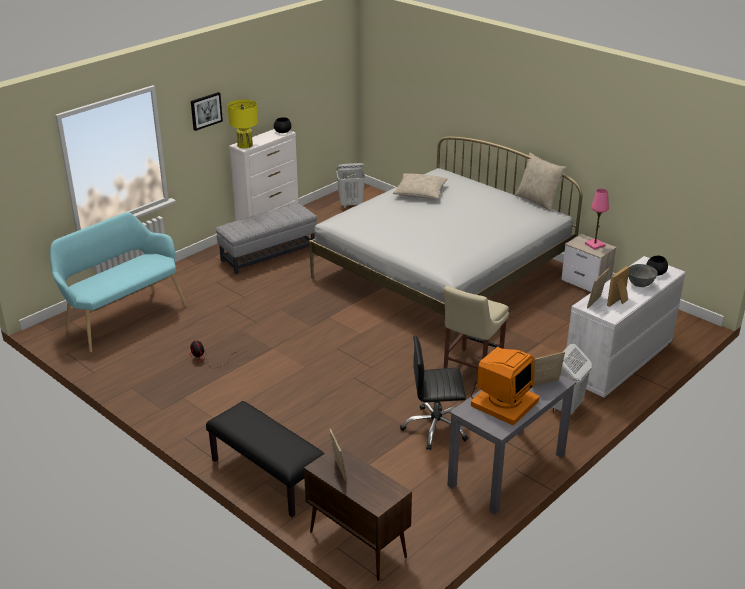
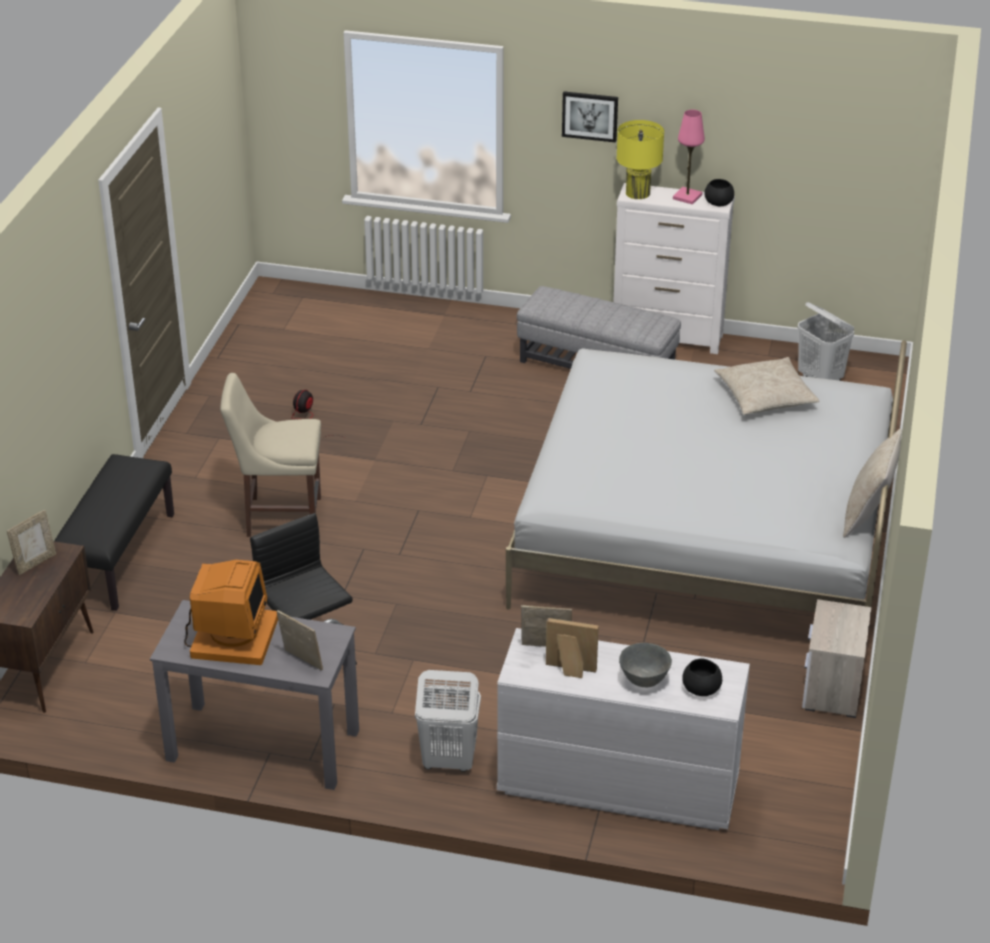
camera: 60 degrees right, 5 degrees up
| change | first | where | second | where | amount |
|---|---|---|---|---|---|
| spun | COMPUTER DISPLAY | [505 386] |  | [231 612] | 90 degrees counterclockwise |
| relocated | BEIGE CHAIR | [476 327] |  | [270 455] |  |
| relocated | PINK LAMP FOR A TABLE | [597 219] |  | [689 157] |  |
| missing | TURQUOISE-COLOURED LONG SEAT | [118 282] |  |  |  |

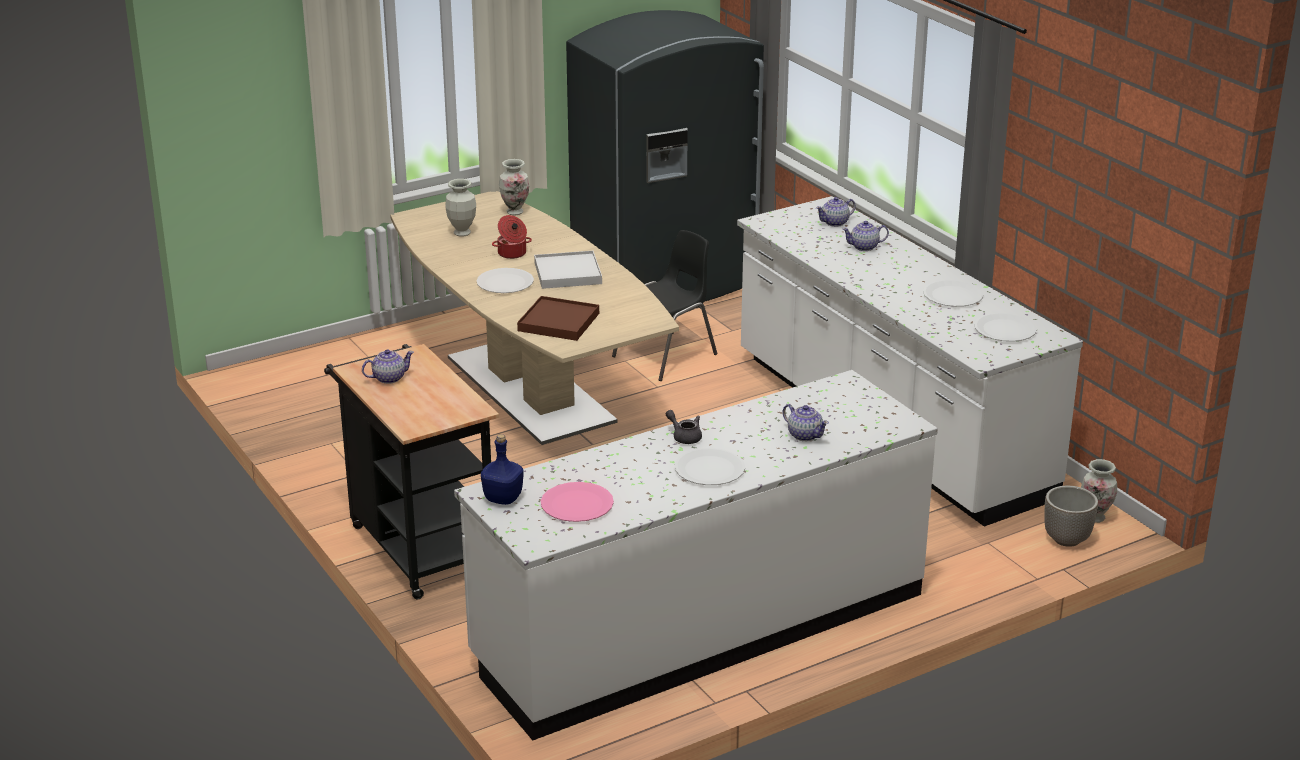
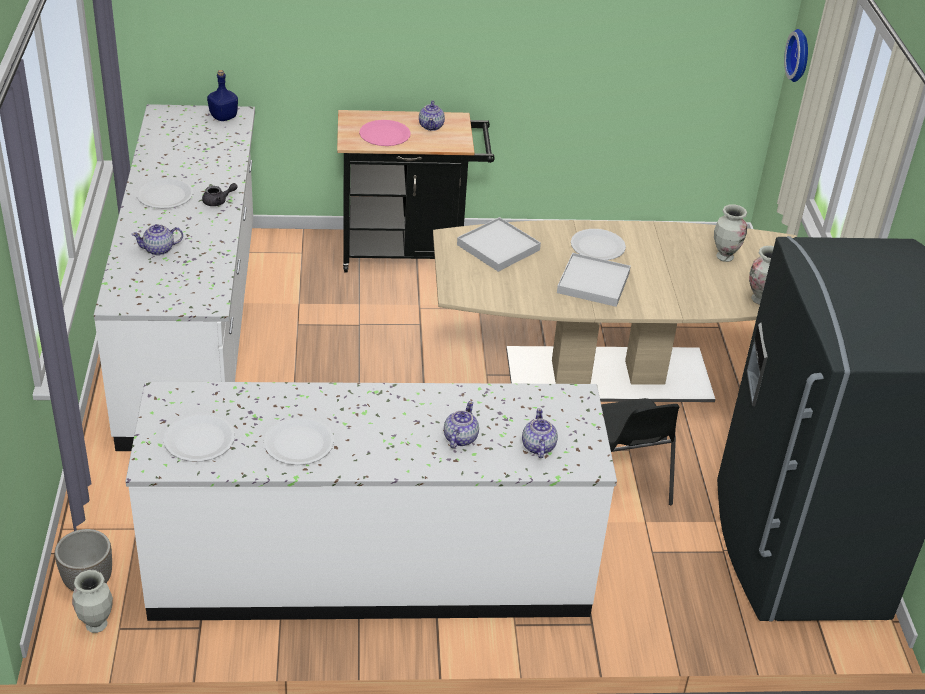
camera: 115 degrees right, 10 degrees up
| change | first | where | second | where | amount |
|---|---|---|---|---|---|
| relocated | PINK PLATE | [577 502] |  | [385 133] |  |
| colour | BROWN-COLOURED CARRYING TRAY | [558 318] | WHITE CARRYING TRAY | [499 244] |  |
| appeared |  |  | CLOCK ON THE WALL | [796 55] |  |
| missing | COOKING POT | [512 237] |  |  |  |

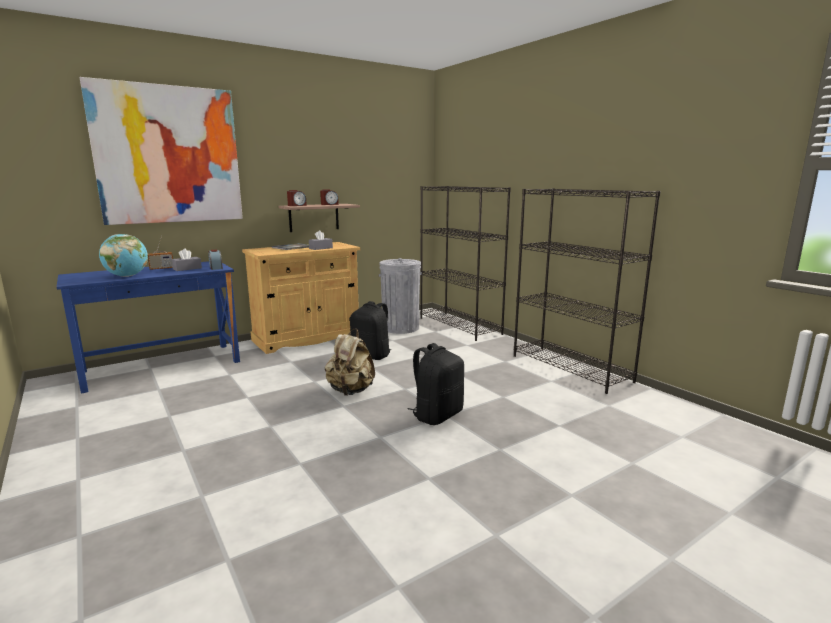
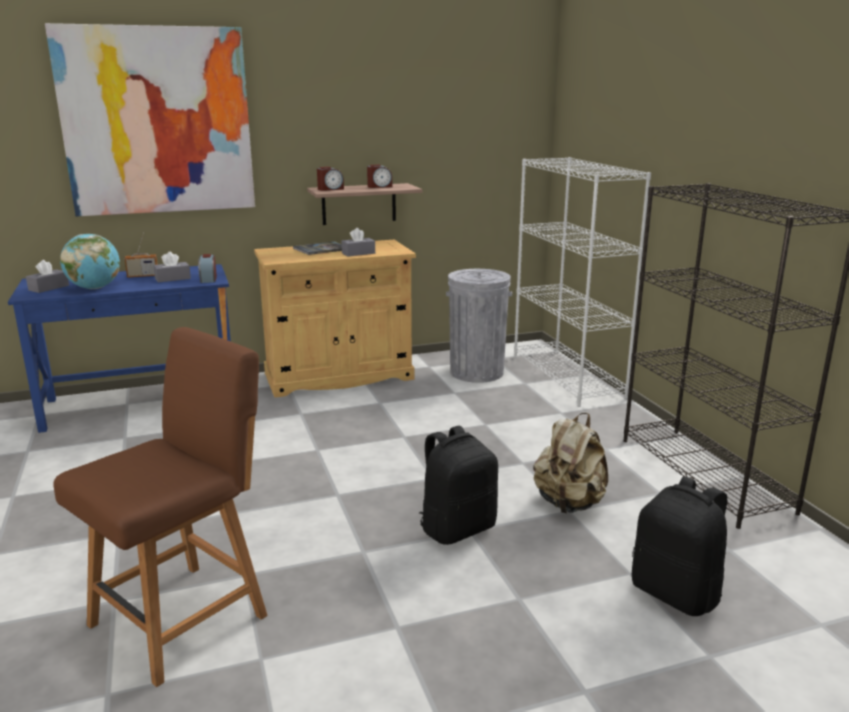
camera: 15 degrees right, 5 degrees up
| change | first | where | second | where | amount |
|---|---|---|---|---|---|
| appeared |  |  | GRAY TISSUE HOLDER | [47 276] |  |
| appeared |  |  | BROWN-COLOURED CHAIR | [160 507] |  |
| colour | BLACK BOOKSHELF | [465 263] | WHITE BOOKSHELF | [582 282] |  |
| relocated | BEIGE BACKPACK | [350 361] |  | [570 463] |  |
| relocated | BLACK BACKPACK | [371 330] |  | [679 546] |  |

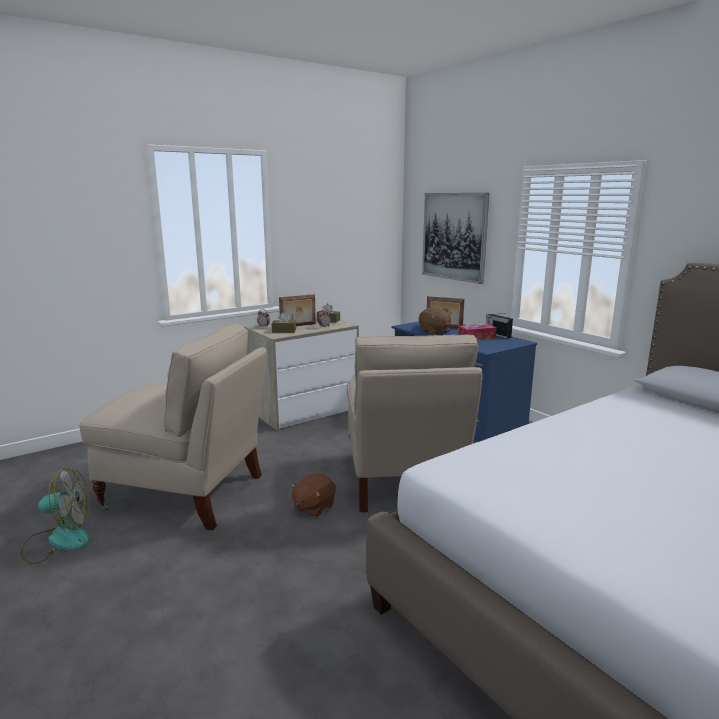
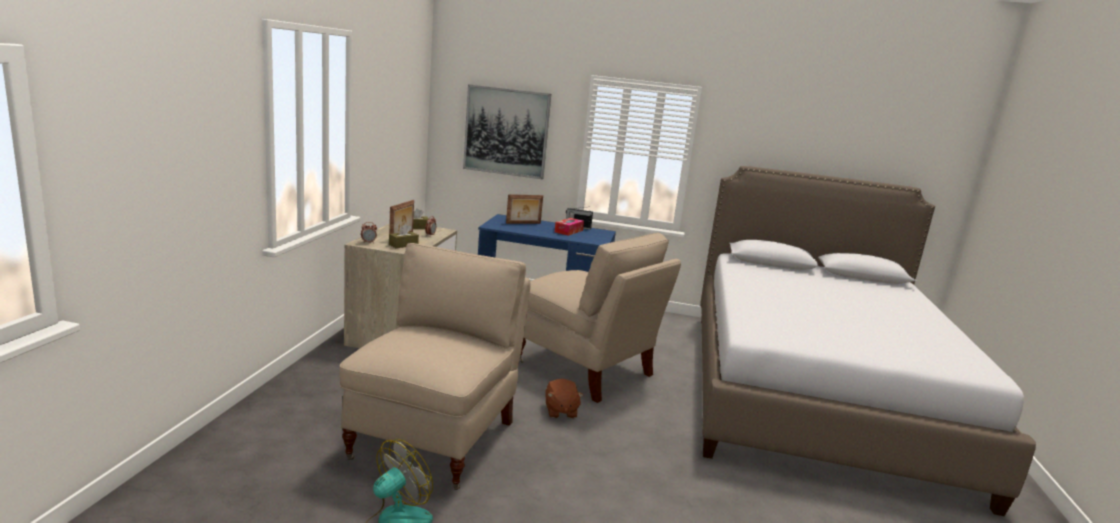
camera: 45 degrees left, 0 degrees up
| change | first | where | second | where | amount |
|---|---|---|---|---|---|
| spun | BEIGE CHAIR | [173 427] |  | [435 366] | 45 degrees counterclockwise |
| missing | BROWN-COLOURED PLUSH TOY | [435 321] |  |  |  |

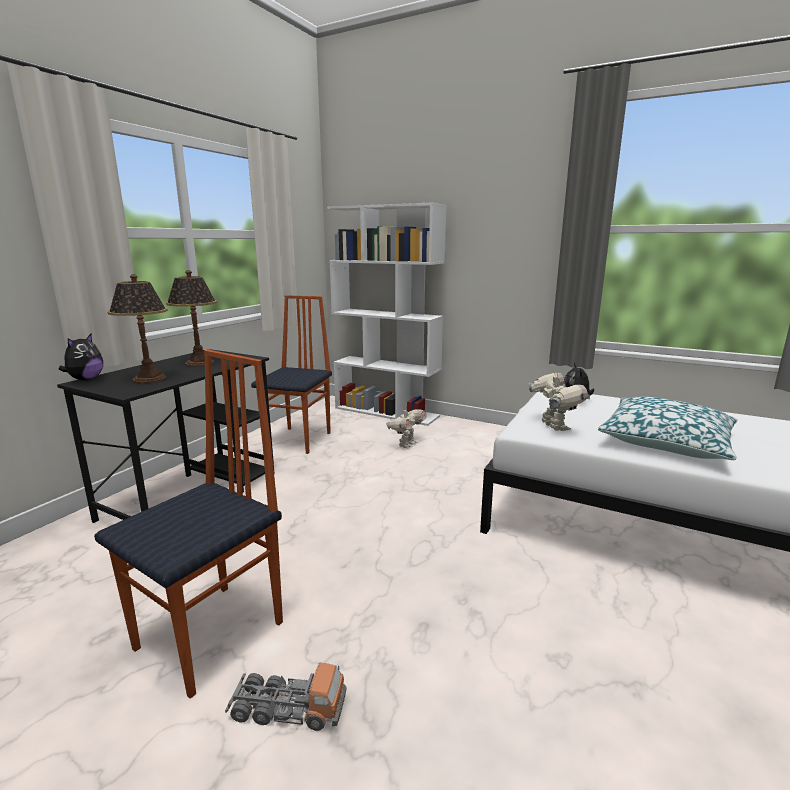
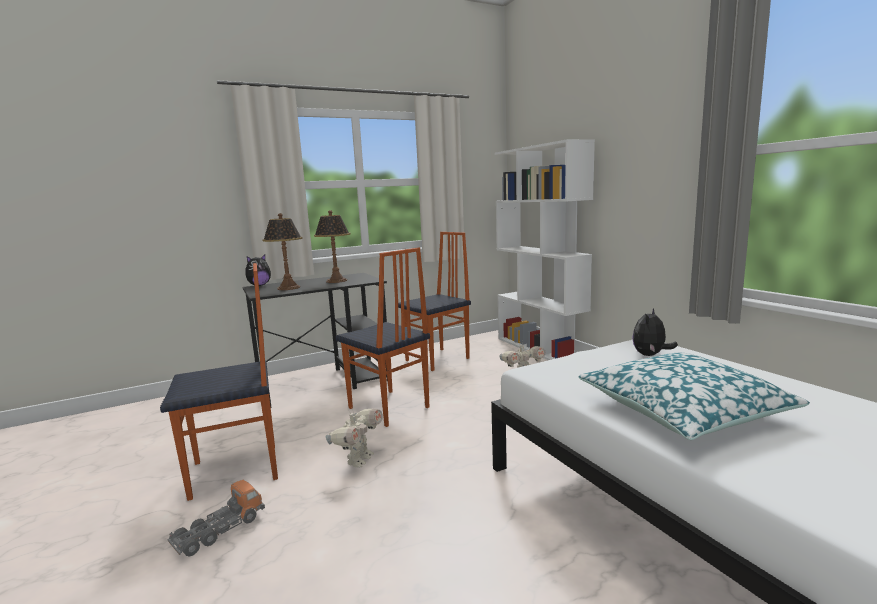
camera: 35 degrees right, 5 degrees down
| change | first | where | second | where | amount |
|---|---|---|---|---|---|
| spun | TOY LORRY | [285 697] |  | [216 518] | 90 degrees counterclockwise |
| relocated | TOY ROBOT | [558 400] |  | [354 438] |  |
| appeared |  |  | CHAIR | [383 337] |  |

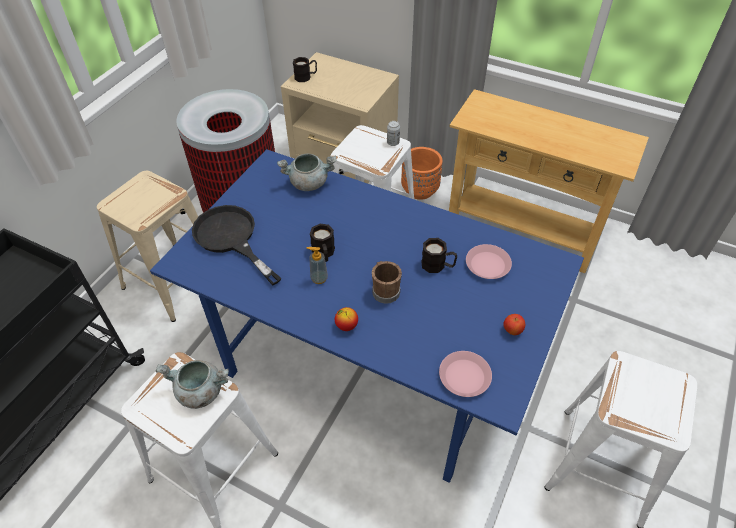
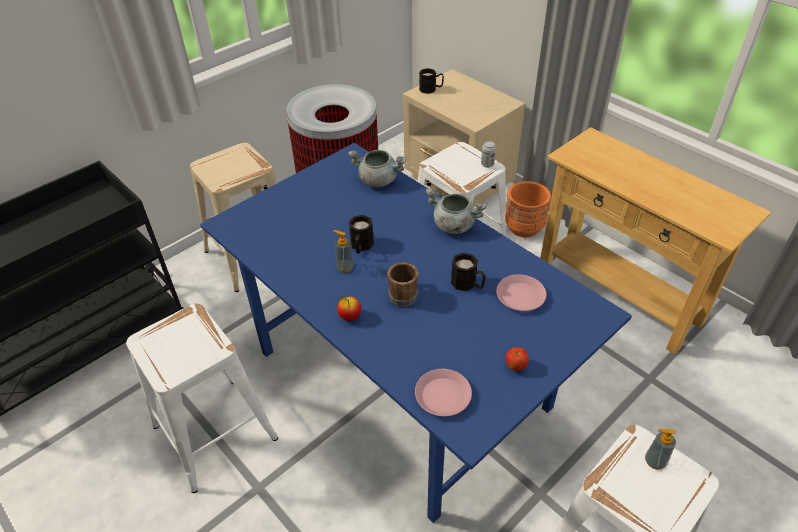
camera: 20 degrees right, 5 degrees down
| change | first | where | second | where | amount |
|---|---|---|---|---|---|
| relocated | GRAY COOKING POT | [192 384] |  | [456 211] |  |
| appeared |  |  | SOAP BOTTLE | [660 449] |  |
| missing | BLACK FRYING PAN | [237 245] |  |  |  |

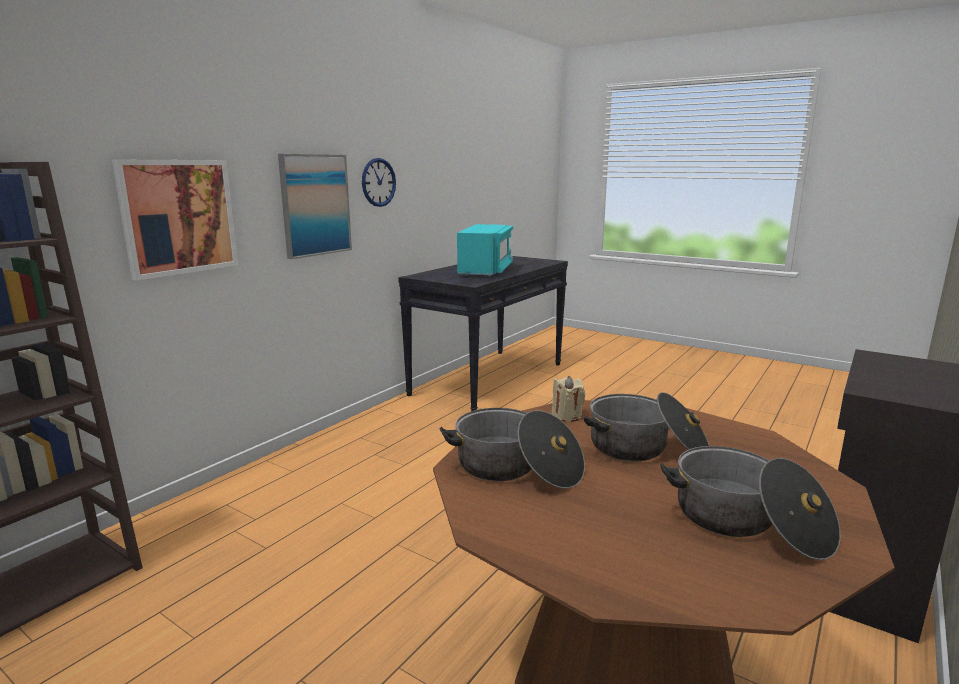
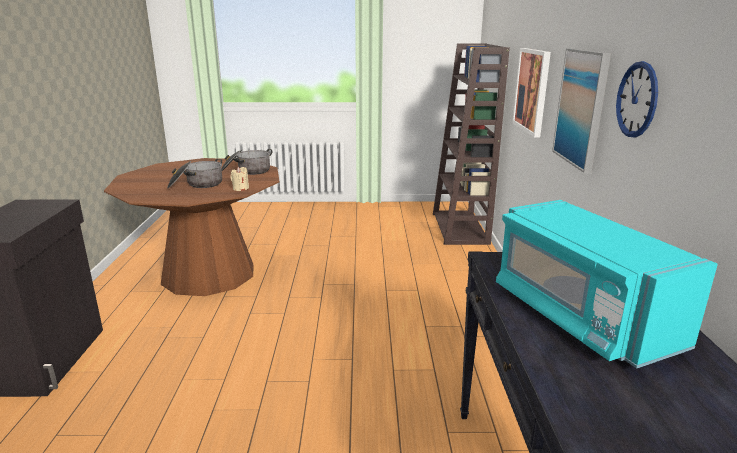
camera: 145 degrees right, 5 degrees up
| change | first | where | second | where | amount |
|---|---|---|---|---|---|
| missing | COOKING POT | [750 503] |  |  |  |

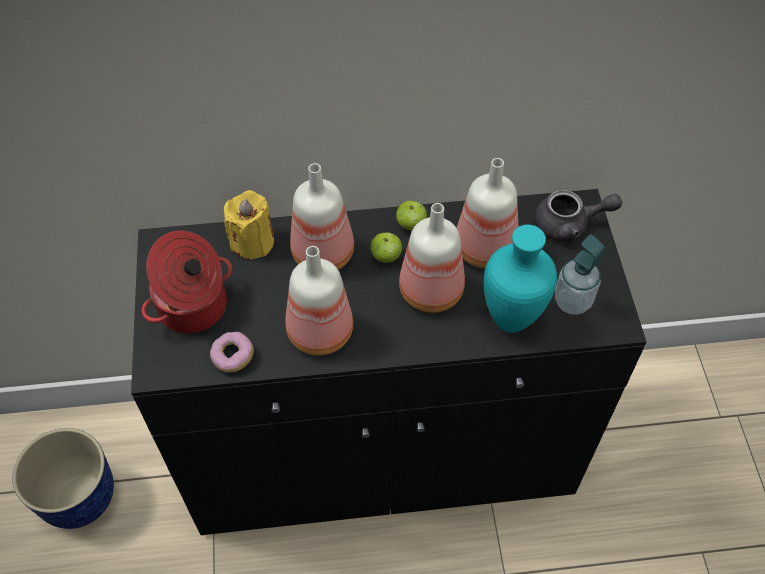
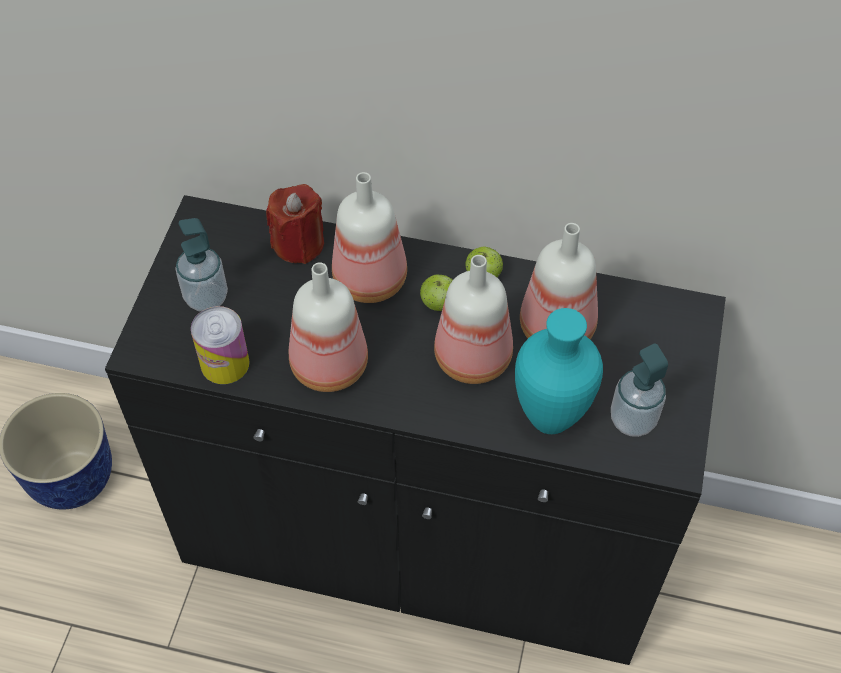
camera: 20 degrees right, 0 degrees up
| change | first | where | second | where | amount |
|---|---|---|---|---|---|
| exchanged | COOKING POT | [186 282] | SOAP BOTTLE | [202 265] |  |
| exchanged | RING DOUGHNUT | [232 352] | METAL CAN | [220 345] |  |
| colour | YELLOWISH WAX CANDLE | [249 224] | REDDISH WAX CANDLE | [295 224] |  |
| missing | GRAY POT FOR TEA | [578 216] |  |  |  |

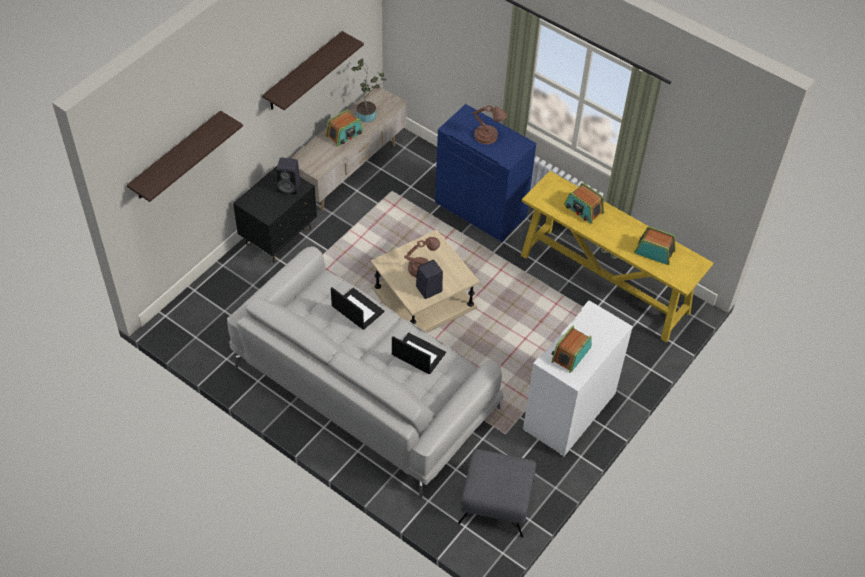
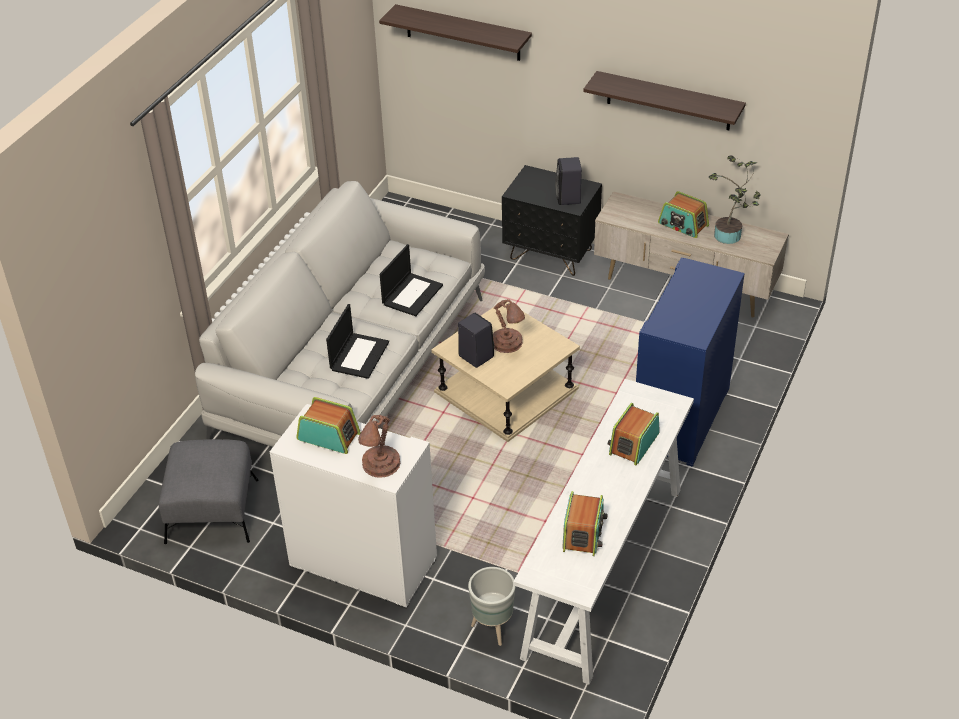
camera: 80 degrees right, 10 degrees down
| change | first | where | second | where | amount |
|---|---|---|---|---|---|
| relocated | BROWN-COLOURED LAMP FOR A TABLE | [490 124] |  | [379 446] |  |
| appeared |  |  | GRAY PLANT POT | [492 606] |  |
| colour | YELLOWISH NARROW TABLE | [617 257] | WHITE NARROW TABLE | [604 531] |  |

